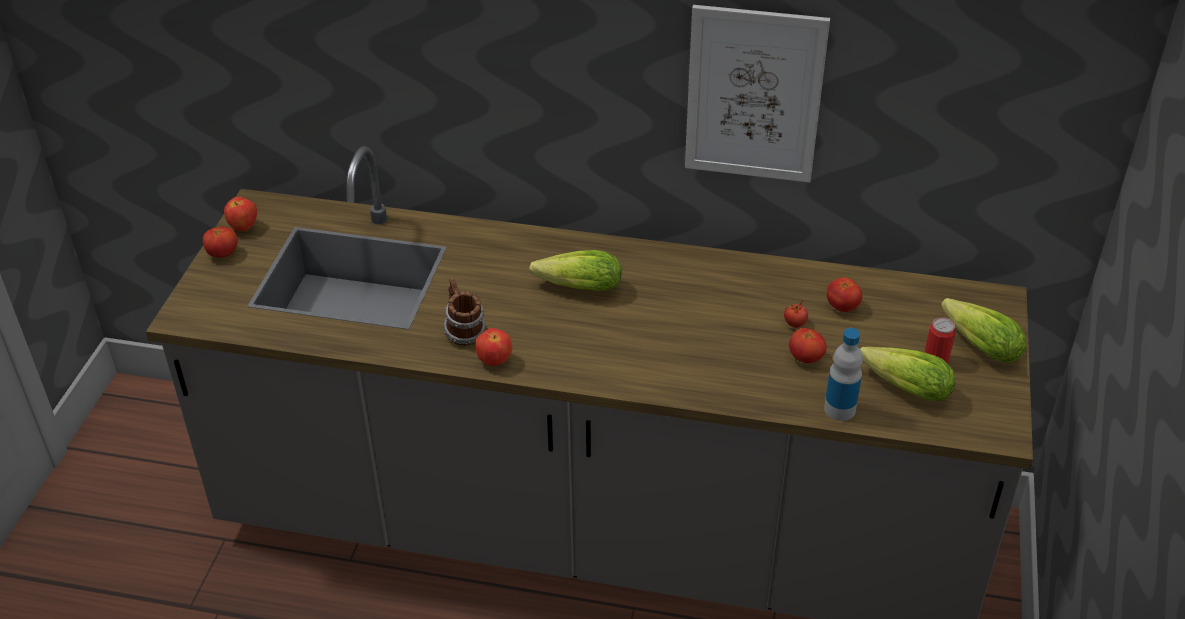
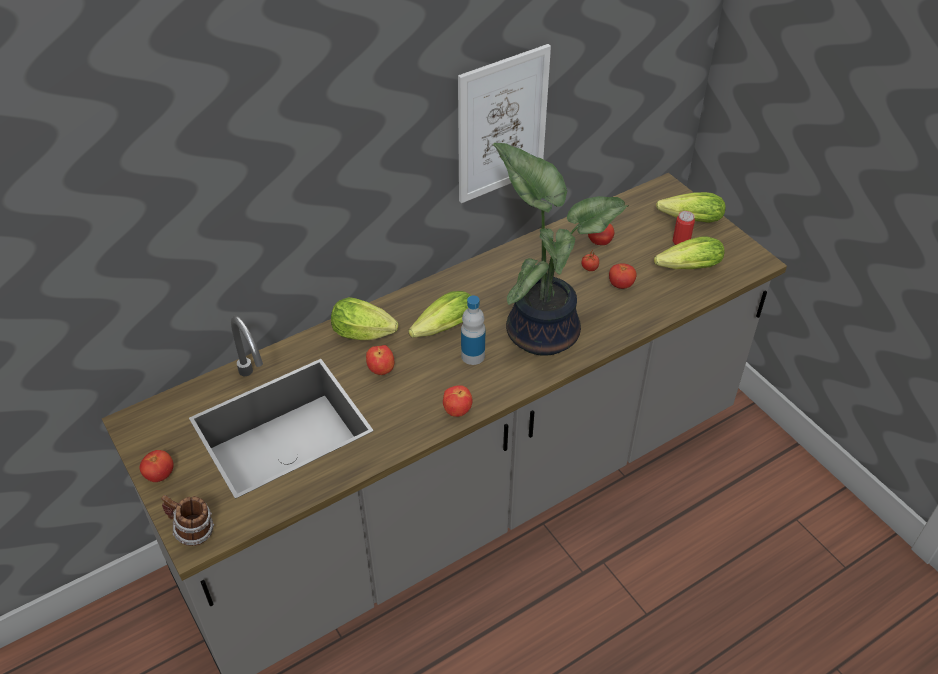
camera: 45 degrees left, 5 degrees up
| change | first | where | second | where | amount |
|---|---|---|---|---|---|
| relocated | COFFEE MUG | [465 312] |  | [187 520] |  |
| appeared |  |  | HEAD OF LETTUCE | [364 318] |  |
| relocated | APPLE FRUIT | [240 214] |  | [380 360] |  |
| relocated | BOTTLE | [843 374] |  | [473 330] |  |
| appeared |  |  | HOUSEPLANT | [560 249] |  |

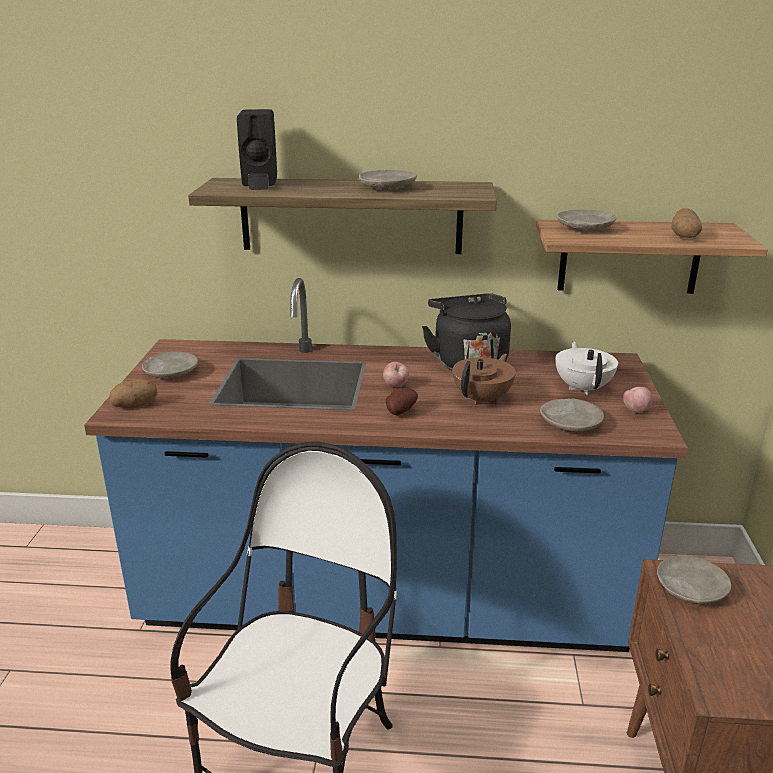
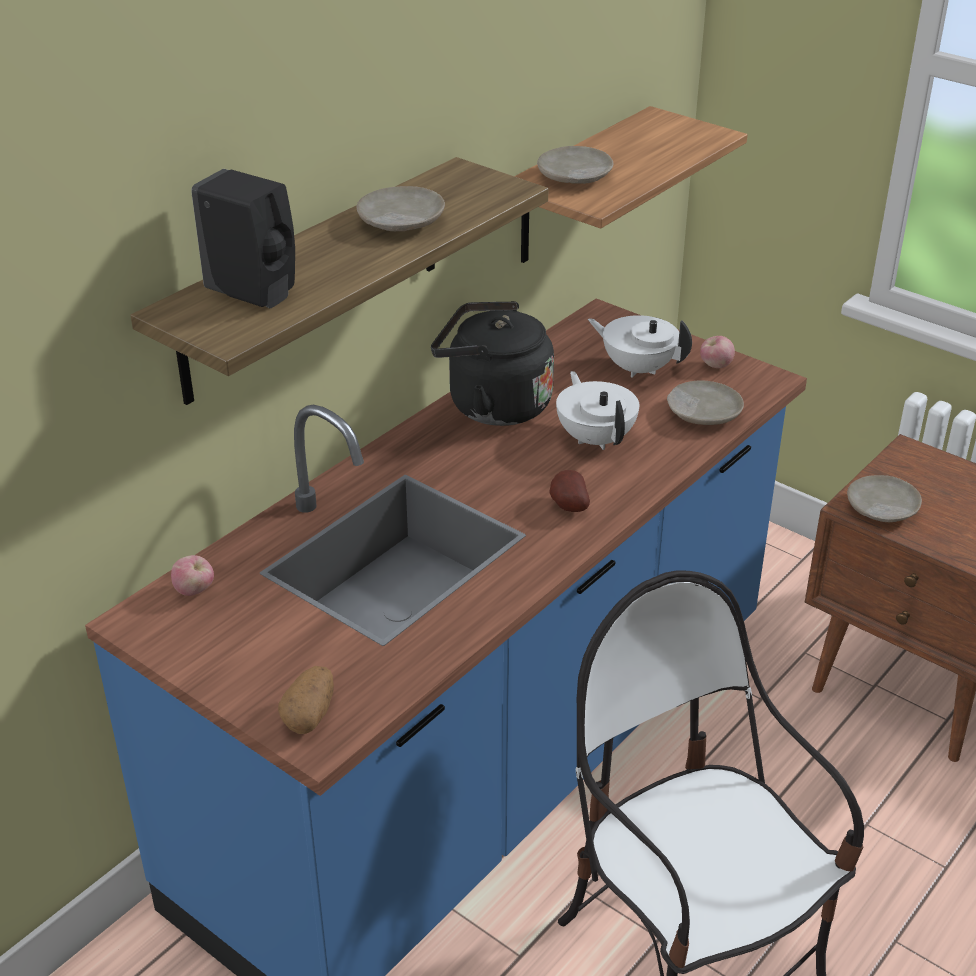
camera: 55 degrees left, 10 degrees up
| change | first | where | second | where | amount |
|---|---|---|---|---|---|
| relocated | APPLE FRUIT | [396 374] |  | [192 575] |  |
| colour | BROWN-COLOURED POT FOR TEA | [484 379] | WHITE POT FOR TEA | [597 410] |  |
| missing | BEIGE PLATE | [170 365] |  |  |  |
| missing | POTATO | [686 223] |  |  |  |

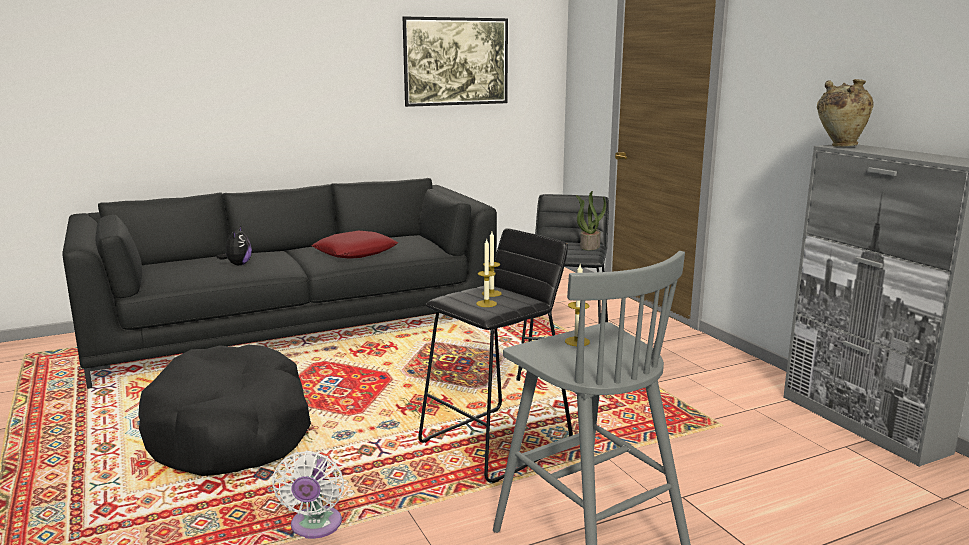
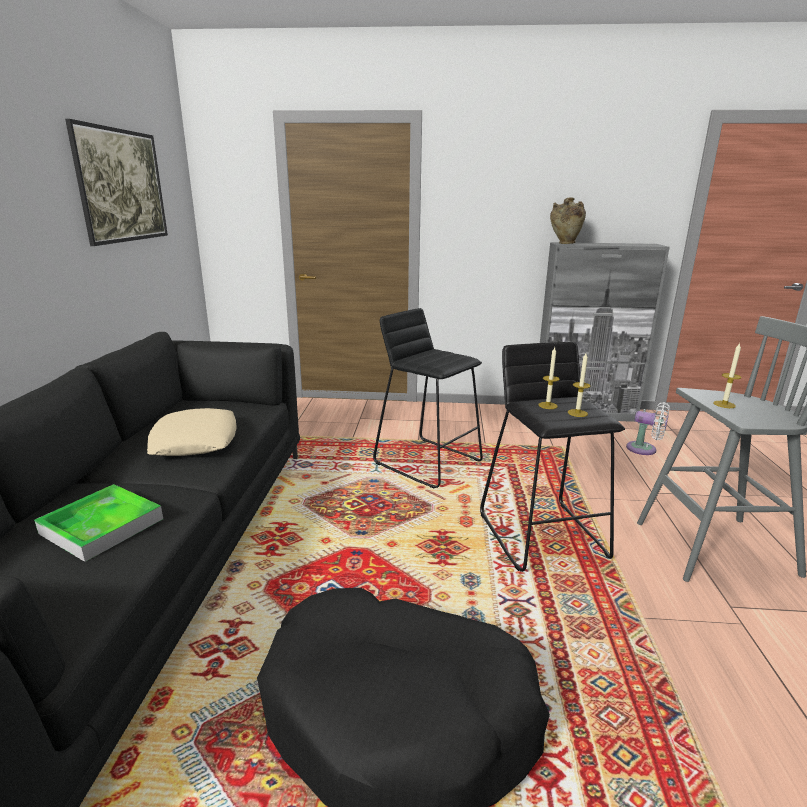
camera: 60 degrees left, 5 degrees up
| change | first | where | second | where | amount |
|---|---|---|---|---|---|
| exchanged | PLUSH TOY | [234 246] | CARRYING TRAY | [98 523] |  |
| colour | REDDISH PILLOW | [355 244] | BEIGE PILLOW | [191 432] |  |
| relocated | WHITE COOLING FAN | [308 494] |  | [648 428] |  |
| missing | HOUSEPLANT | [591 220] |  |  |  |

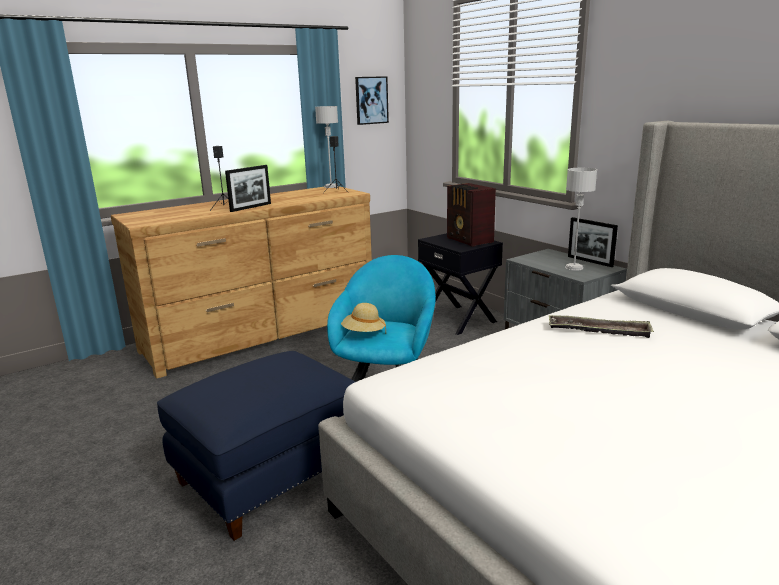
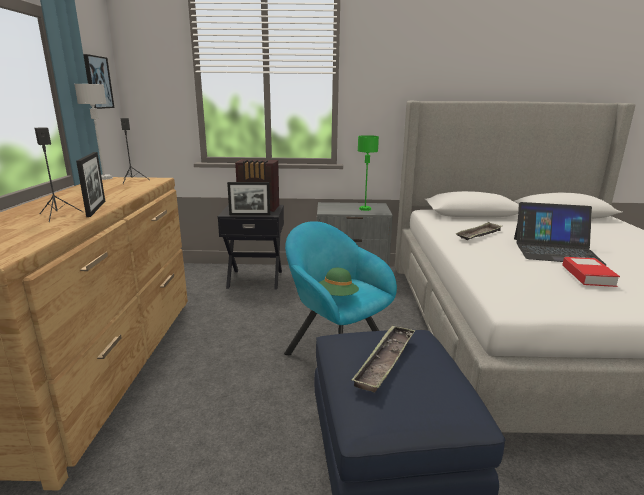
camera: 55 degrees left, 0 degrees up
| change | first | where | second | where | amount |
|---|---|---|---|---|---|
| relocated | PICTURE FRAME | [593 242] |  | [248 198] |  |
| colour | BEIGE CLOTHING HAT | [363 317] | GREEN-COLOURED CLOTHING HAT | [339 282] |  |
| appeared |  |  | CARRYING TRAY | [383 358] |  |
| colour | GRAY LAMP FOR A TABLE | [581 219] | GREEN-COLOURED LAMP FOR A TABLE | [368 173] |  |
| appeared |  |  | LAPTOP | [560 233] |  |
| appeared |  |  | VOLUME | [591 272] |  |

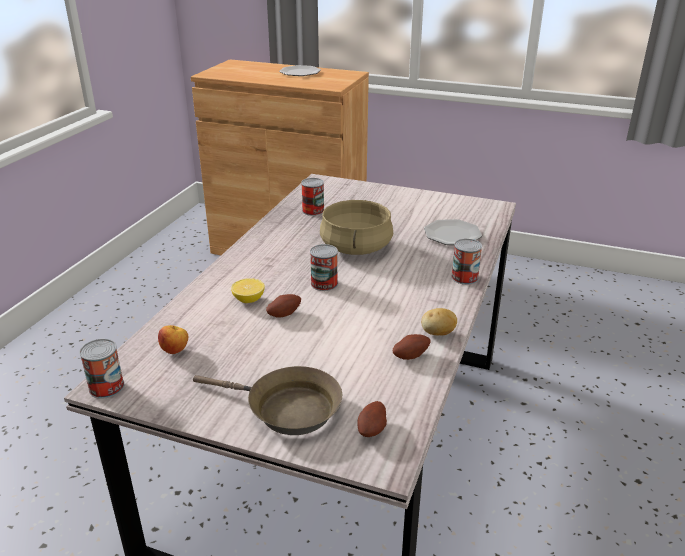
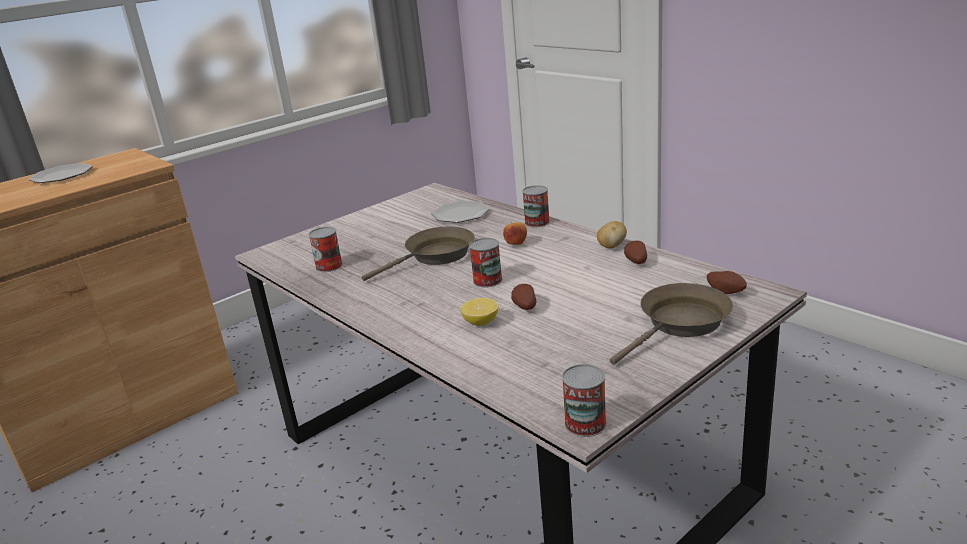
camera: 60 degrees left, 5 degrees down
| change | first | where | second | where | amount |
|---|---|---|---|---|---|
| exchanged | BEIGE COOKING POT | [356 227] | BROWN-COLOURED FRYING PAN | [418 253] |  |
| relocated | APPLE FRUIT | [173 339] |  | [515 233] |  |

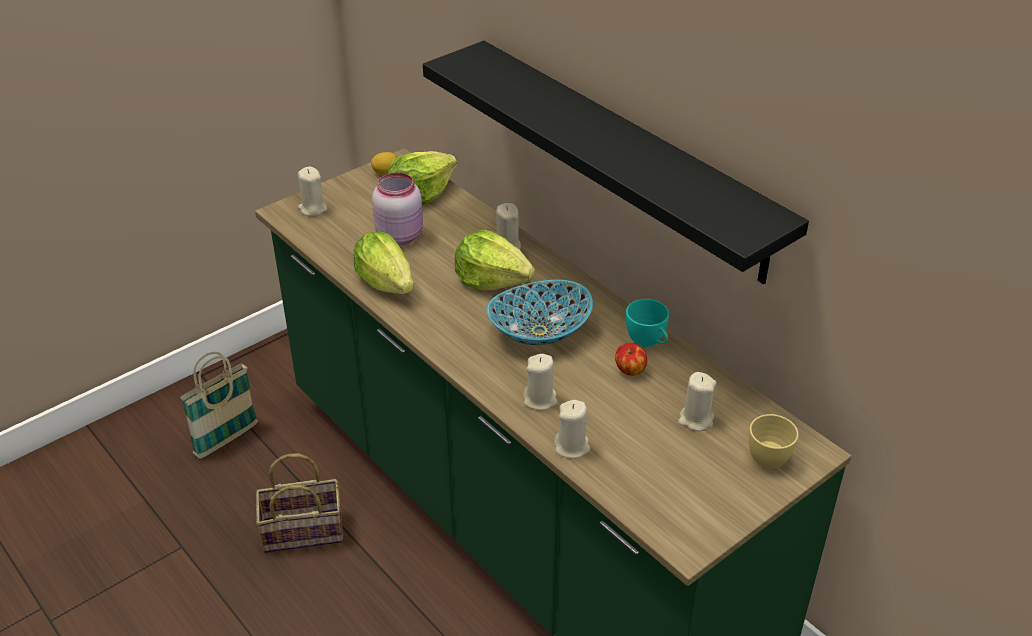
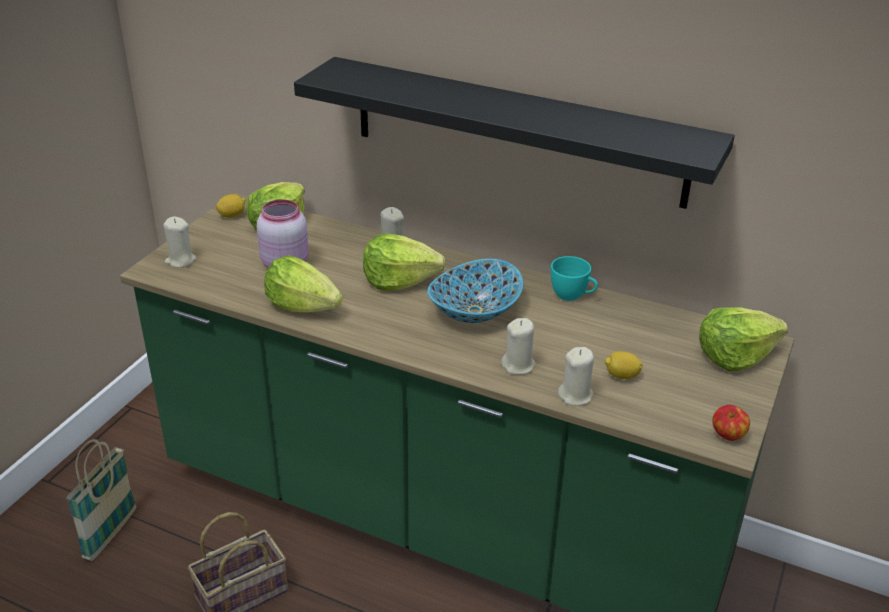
camera: 25 degrees left, 5 degrees down
| change | first | where | second | where | amount |
|---|---|---|---|---|---|
| appeared |  |  | CITRUS FRUIT | [624 365] |  |
| exchanged | YELLOWISH SMALL CUP | [774 441] | HEAD OF LETTUCE | [743 339] |  |
| relocated | APPLE FRUIT | [631 359] |  | [731 423] |  |
| missing | BEIGE WAX CANDLE | [697 401] |  |  |  |

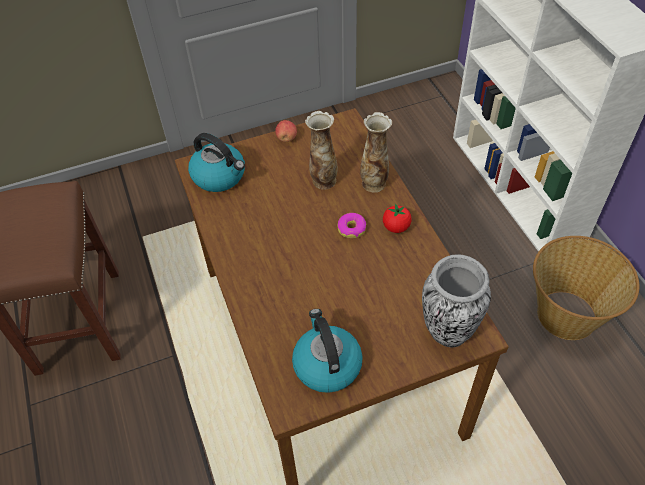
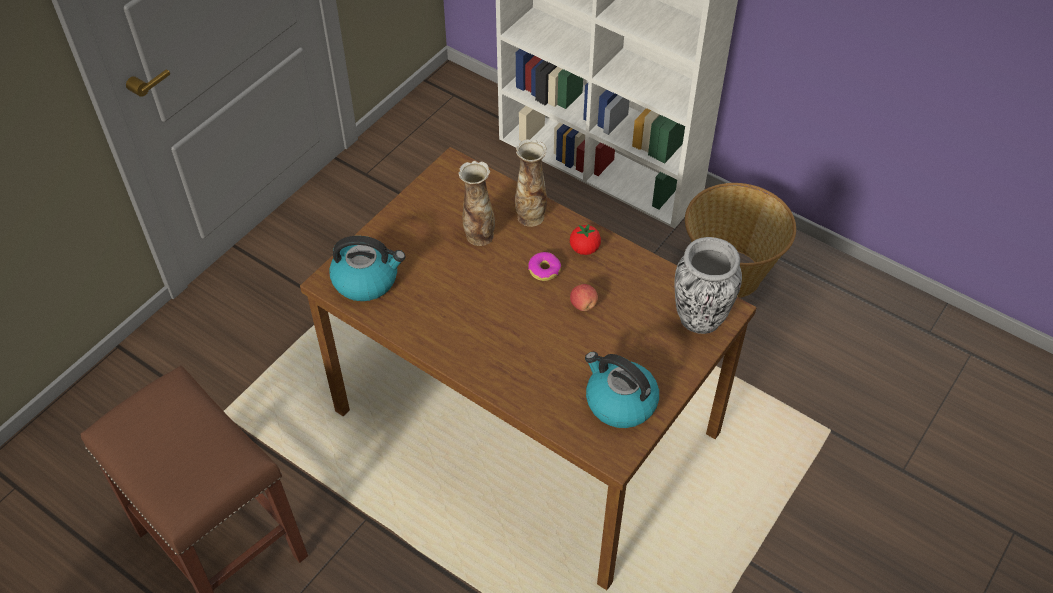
camera: 35 degrees left, 0 degrees up
| change | first | where | second | where | amount |
|---|---|---|---|---|---|
| relocated | APPLE FRUIT | [286 131] |  | [584 297] |  |

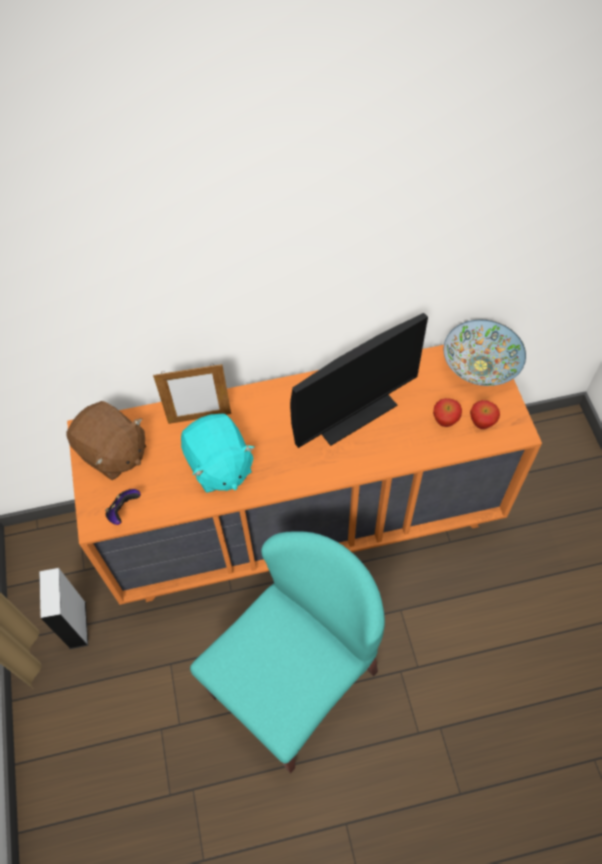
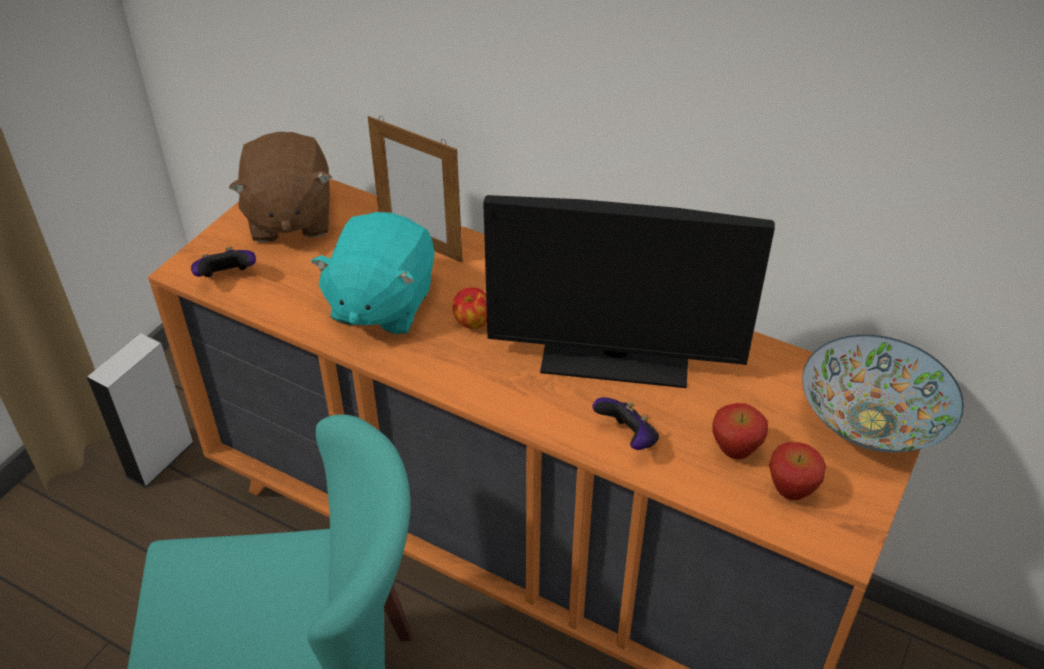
camera: 40 degrees right, 15 degrees down
| change | first | where | second | where | amount |
|---|---|---|---|---|---|
| appeared |  |  | APPLE FRUIT | [469 308] |  |
| appeared |  |  | GAME CONTROLLER | [625 423] |  |

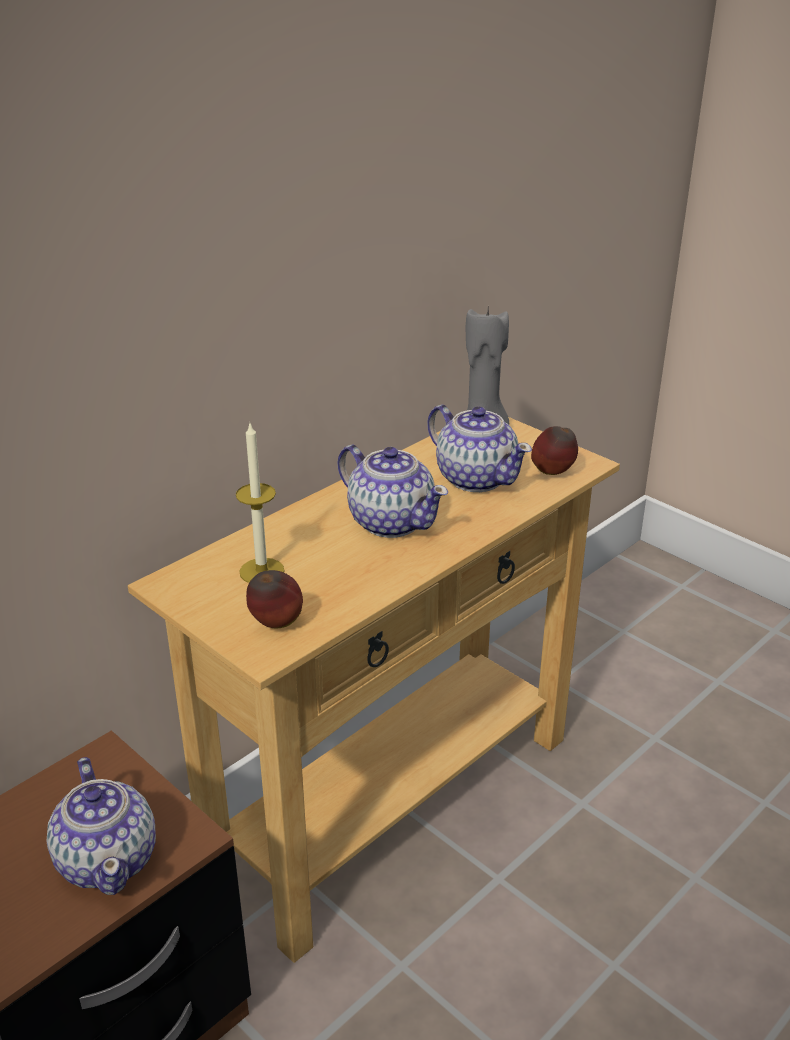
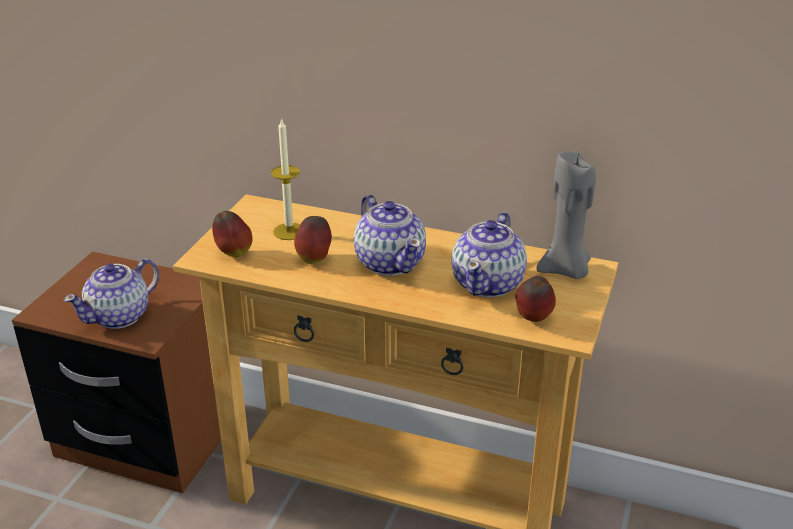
camera: 65 degrees right, 0 degrees up
| change | first | where | second | where | amount |
|---|---|---|---|---|---|
| appeared |  |  | APPLE FRUIT | [313 240] |  |
| spun | POT FOR TEA | [393 491] |  | [390 235] | 45 degrees counterclockwise |

